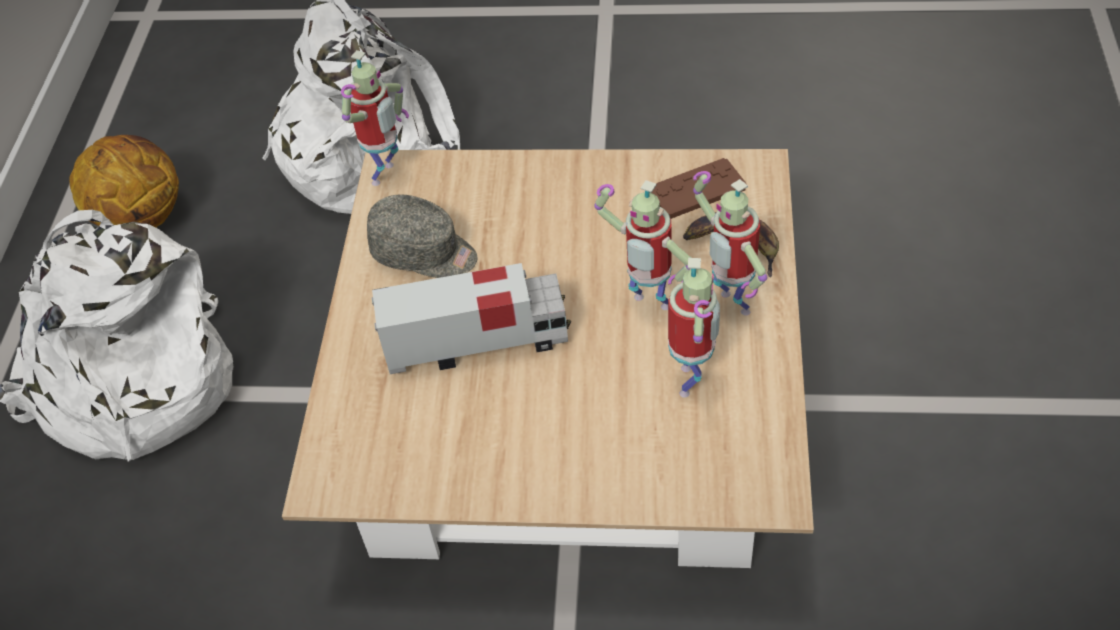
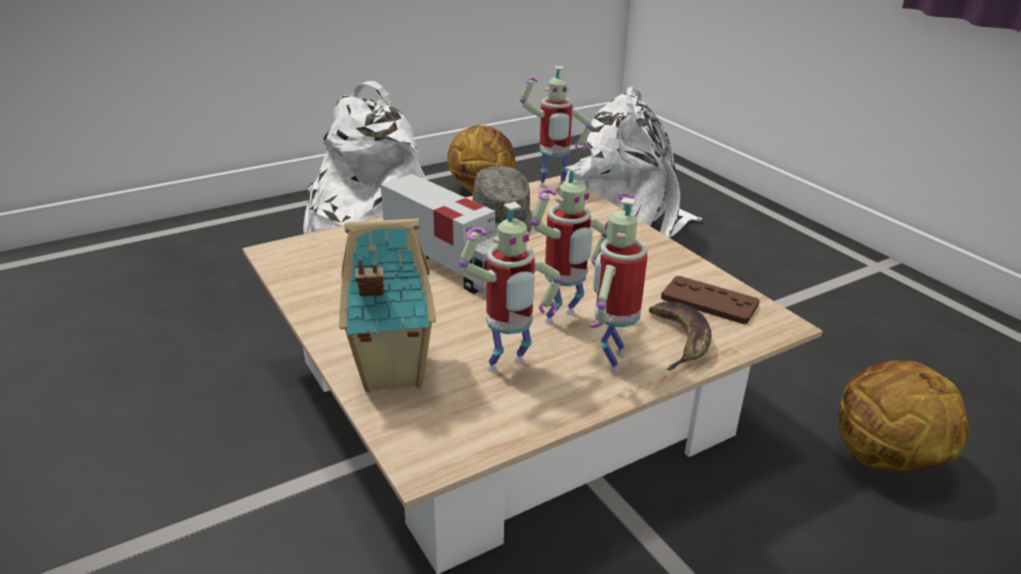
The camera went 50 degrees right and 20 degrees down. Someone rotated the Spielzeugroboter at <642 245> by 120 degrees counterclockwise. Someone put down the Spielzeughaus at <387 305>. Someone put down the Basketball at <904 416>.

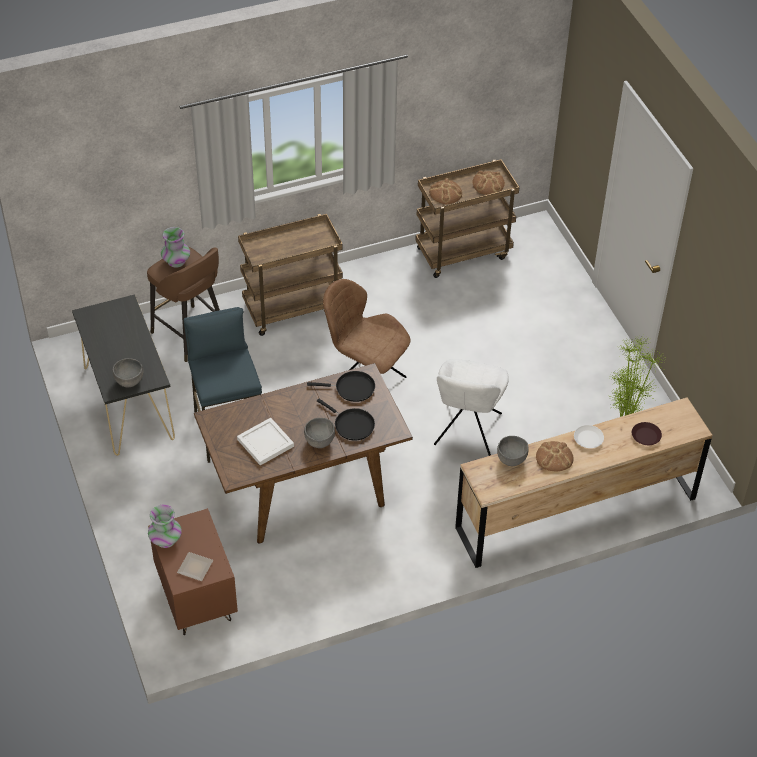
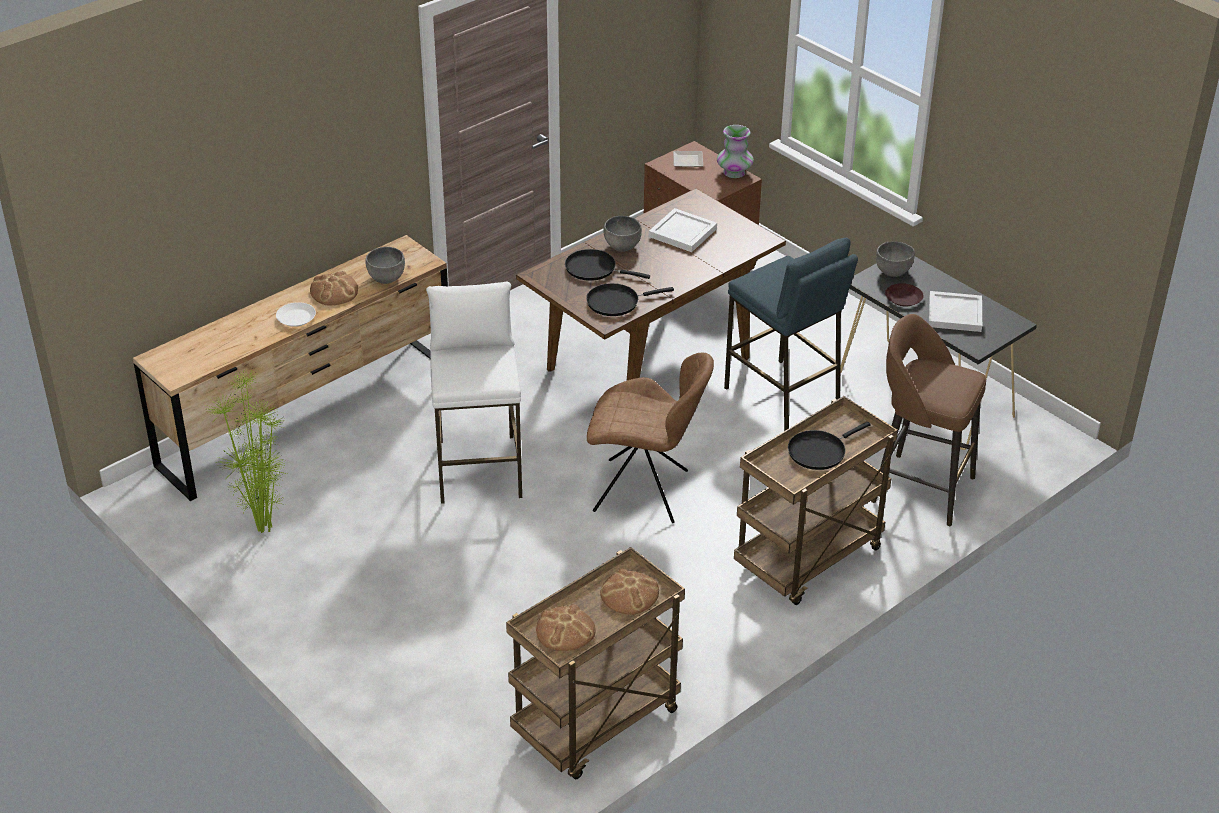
The camera went 160 degrees right and 10 degrees down. Someone took away the Vase at <175 247>. Someone swapped the Stuhl [weiß] at <471 407> for the Hocker [weiß] at <474 393>. Someone carried the Teller [braun] from <647 433> to <904 294>. Someone put down the Tablett [weiß] at <955 311>. Someone put down the Pfanne [schwarz] at <829 446>.

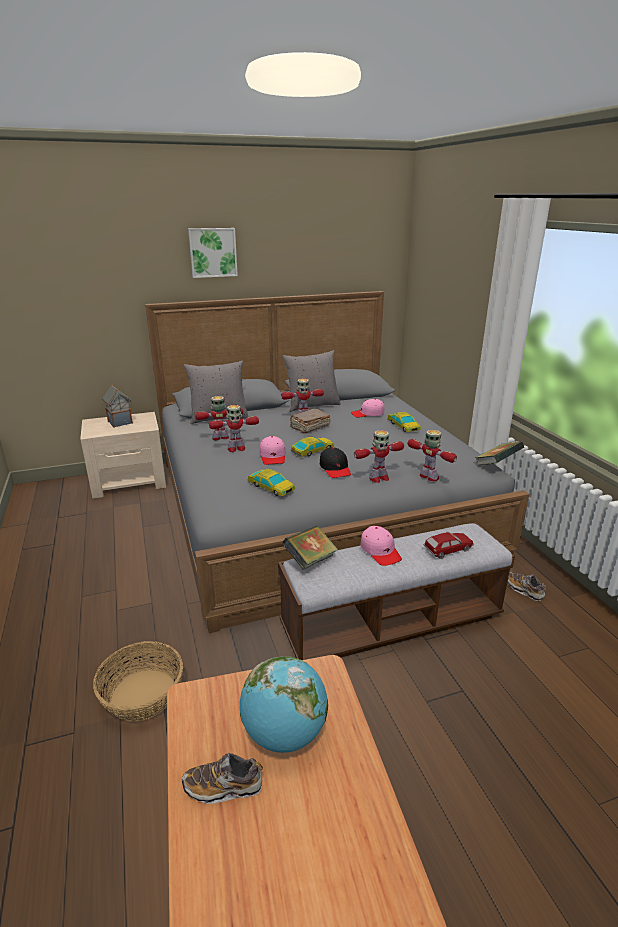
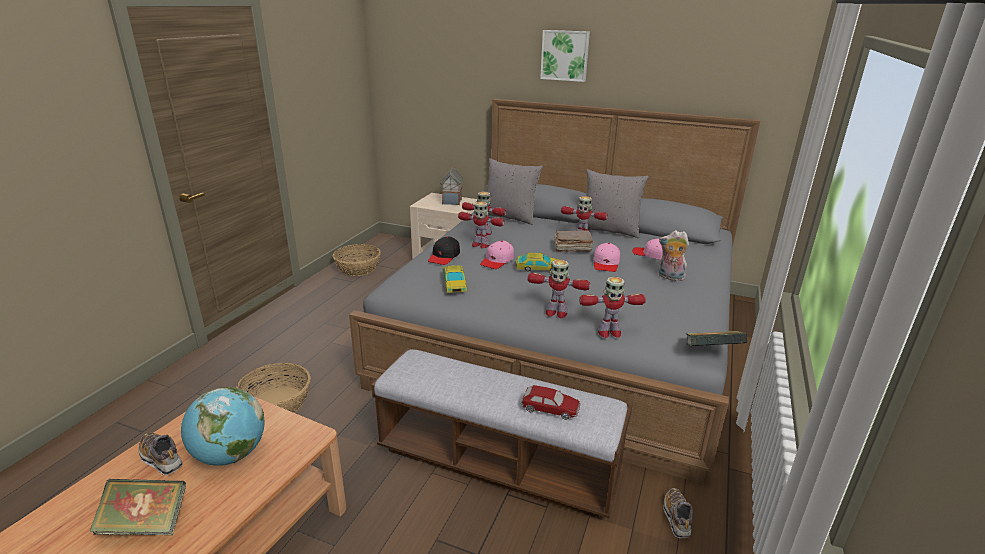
The camera went 40 degrees right and 0 degrees up. Someone swapped the Spielzeugauto at <404 422> for the Plüschtier at <674 255>. Someone rotated the Spielzeugroboter at <432 455> by 90 degrees clockwise. Someone carried the Kappe [schwarz] from <335 462> to <444 250>. Someone carried the Buch from <310 548> to <137 507>. Someone carried the Kappe [rosa] from <381 546> to <606 257>. Someone put down the Korb at <357 260>.

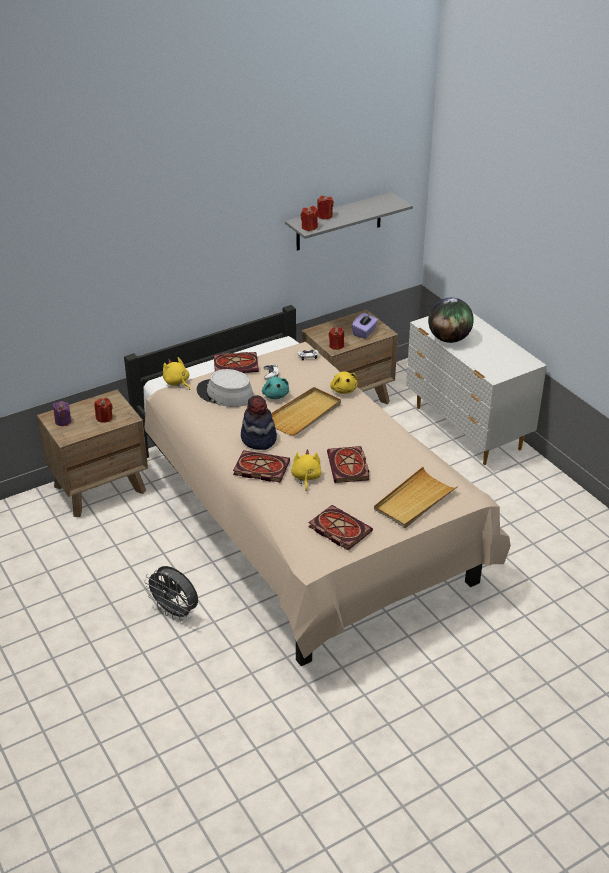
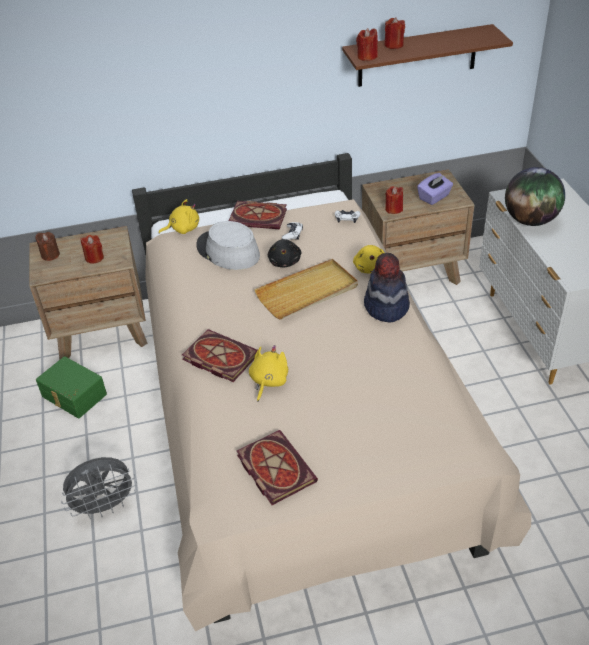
The camera went 20 degrees right and 5 degrees up. Someone repainted the Wandregal [grau] at <349 221>, which became the Wandregal [braun] at <427 55>. Someone rotated the Plüschtier [gelb] at <176 373> by 90 degrees clockwise. Someone repainted the Plüschtier [türkis] at <275 388>, which became the Plüschtier [schwarz] at <284 253>. Someone carried the Hut from <259 422> to <387 288>. Someone repainted the Kerze [lila] at <62 413>, which became the Kerze [braun] at <47 246>. Someone took away the Buch at <348 464>. Someone took away the Tablett [beige] at <416 497>. Someone rotated the Ventilator [grau] at <171 593> by 75 degrees counterclockwise. Someone put down the Aufbewahrungsbox [grün] at <71 387>.

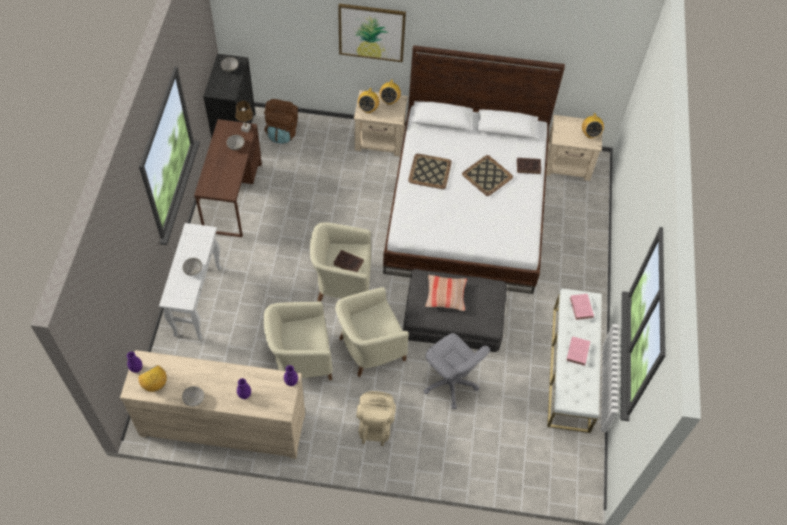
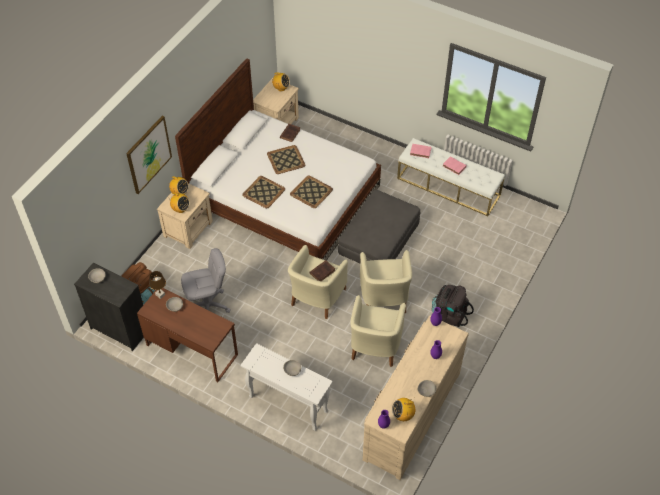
The camera went 65 degrees left and 5 degrees down. Someone took away the Kissen at <446 293>. Someone carried the Bürostuhl [grau] from <457 371> to <206 280>. Someone repainted the Rucksack [beige] at <376 418>, which became the Rucksack [schwarz] at <453 306>. Someone put down the Tablett at <311 191>.

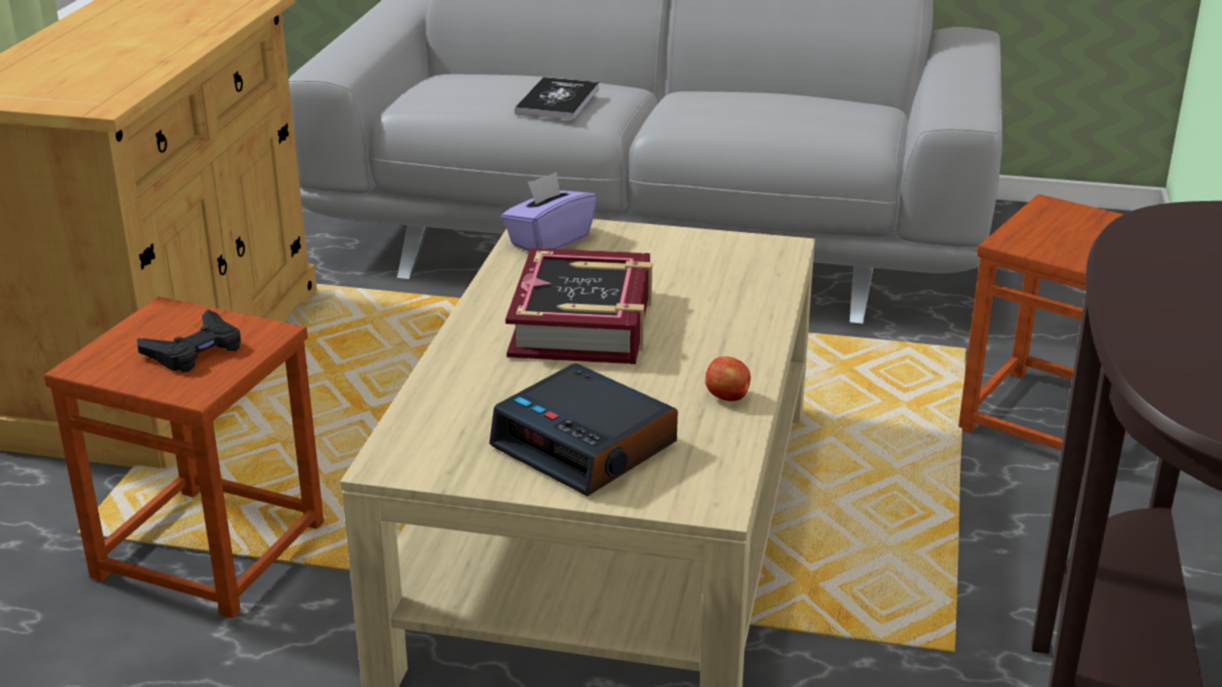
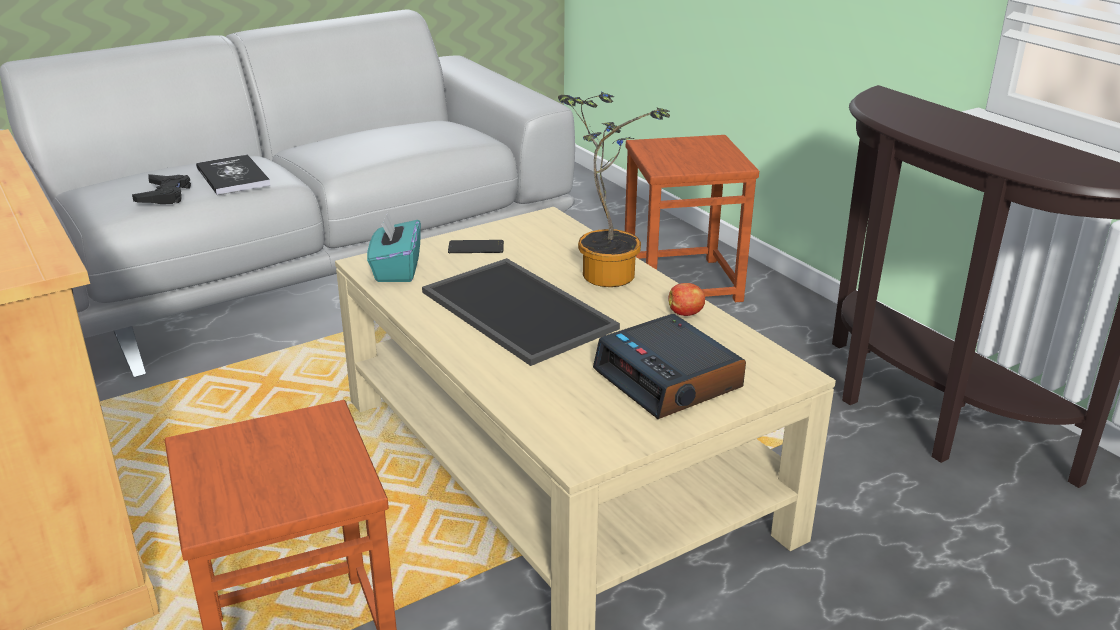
The camera went 45 degrees left and 0 degrees up. Someone repainted the Taschentuchbox [lila] at <549 212>, which became the Taschentuchbox [türkis] at <394 247>. Someone swapped the Buch at <578 306> for the Tablett at <521 312>. Someone carried the Gamepad [schwarz] from <189 341> to <161 189>. Someone rotated the Wecker at <583 429> by 60 degrees clockwise. Someone put down the Topfpflanze at <614 189>. Someone put down the Handy at <476 246>.

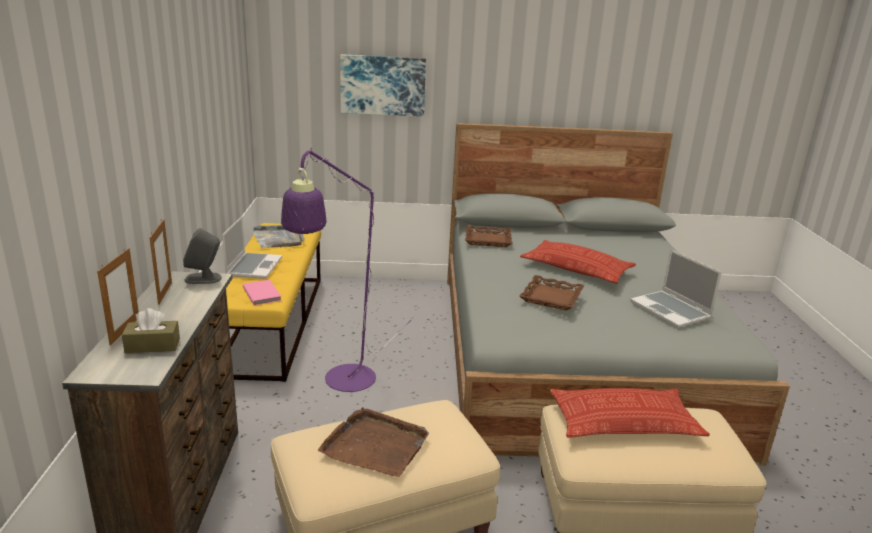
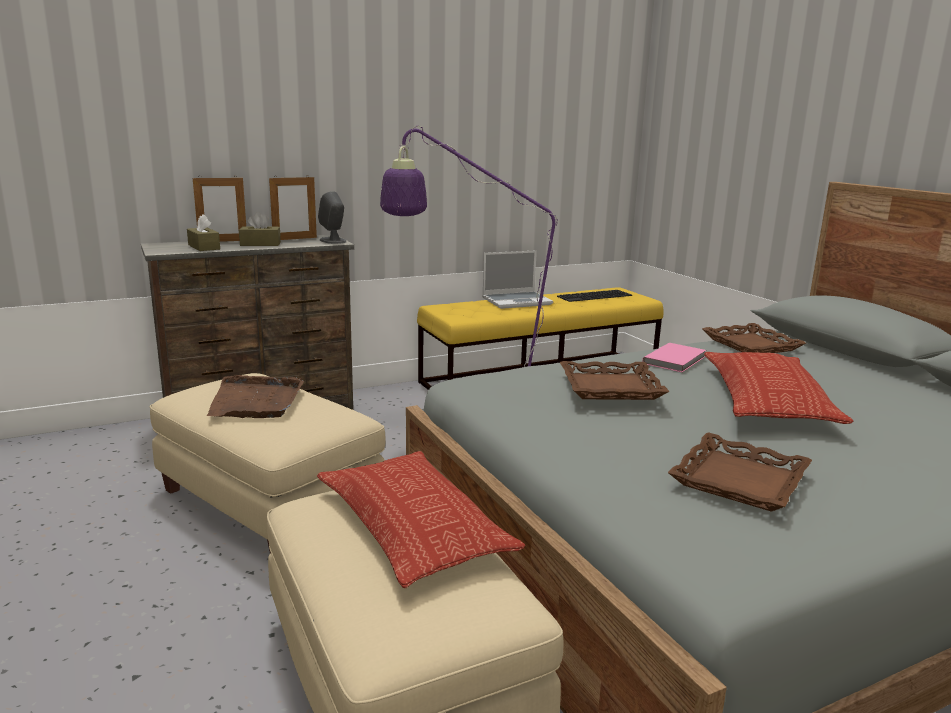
The camera went 65 degrees right and 5 degrees down. Someone took away the Bild at <383 85>. Someone swapped the Tablett [grau] at <278 236> for the Tastatur at <594 296>. Someone swapped the Laptop at <676 288> for the Tablett [braun] at <740 472>. Someone carried the Buch [rosa] from <262 292> to <674 357>. Someone put down the Taschentuchbox [braun] at <260 229>.

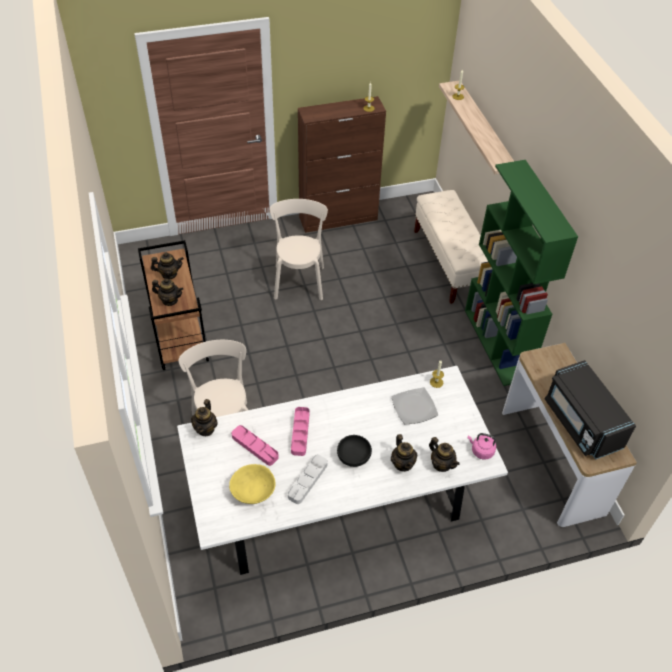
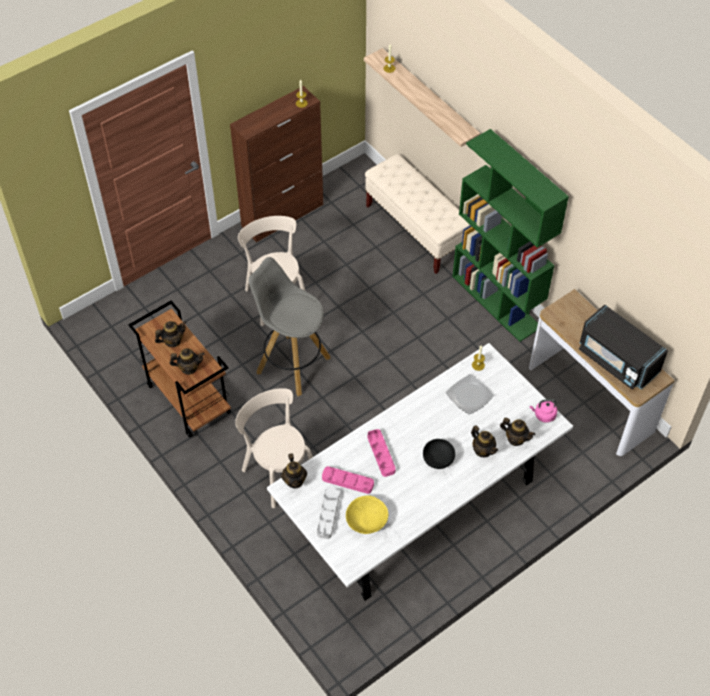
The camera went 20 degrees left and 5 degrees up. Someone carried the Tablett [grau] from <308 479> to <328 513>. Someone put down the Hocker [grau] at <289 326>.

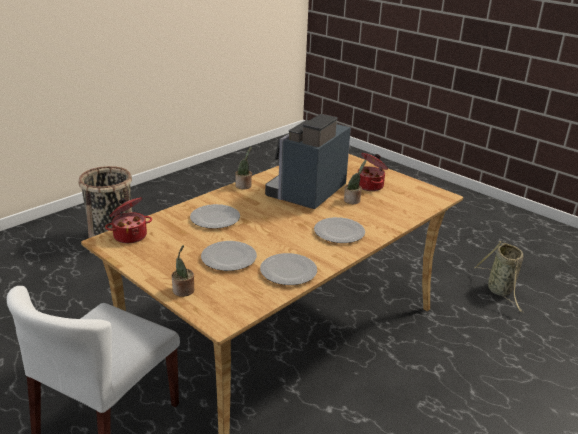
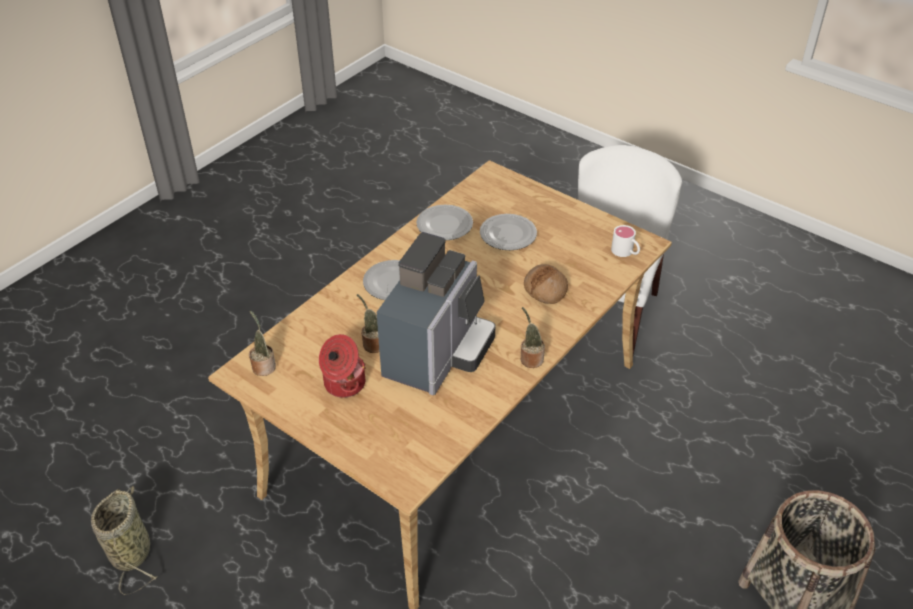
The camera went 175 degrees right and 15 degrees up. Someone swapped the Kochtopf at <128 220> for the Henkelbecher [weiß] at <625 241>. Someone swapped the Teller at <215 216> for the Brot at <546 284>. Someone carried the Topfpflanze from <183 271> to <262 343>.

